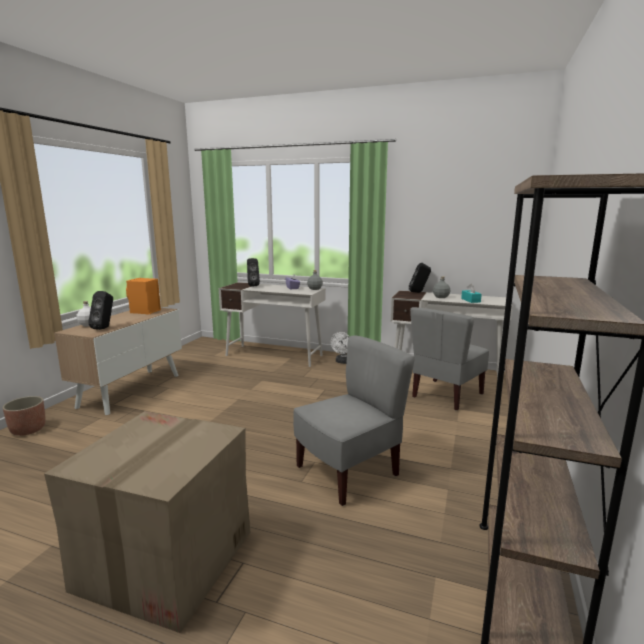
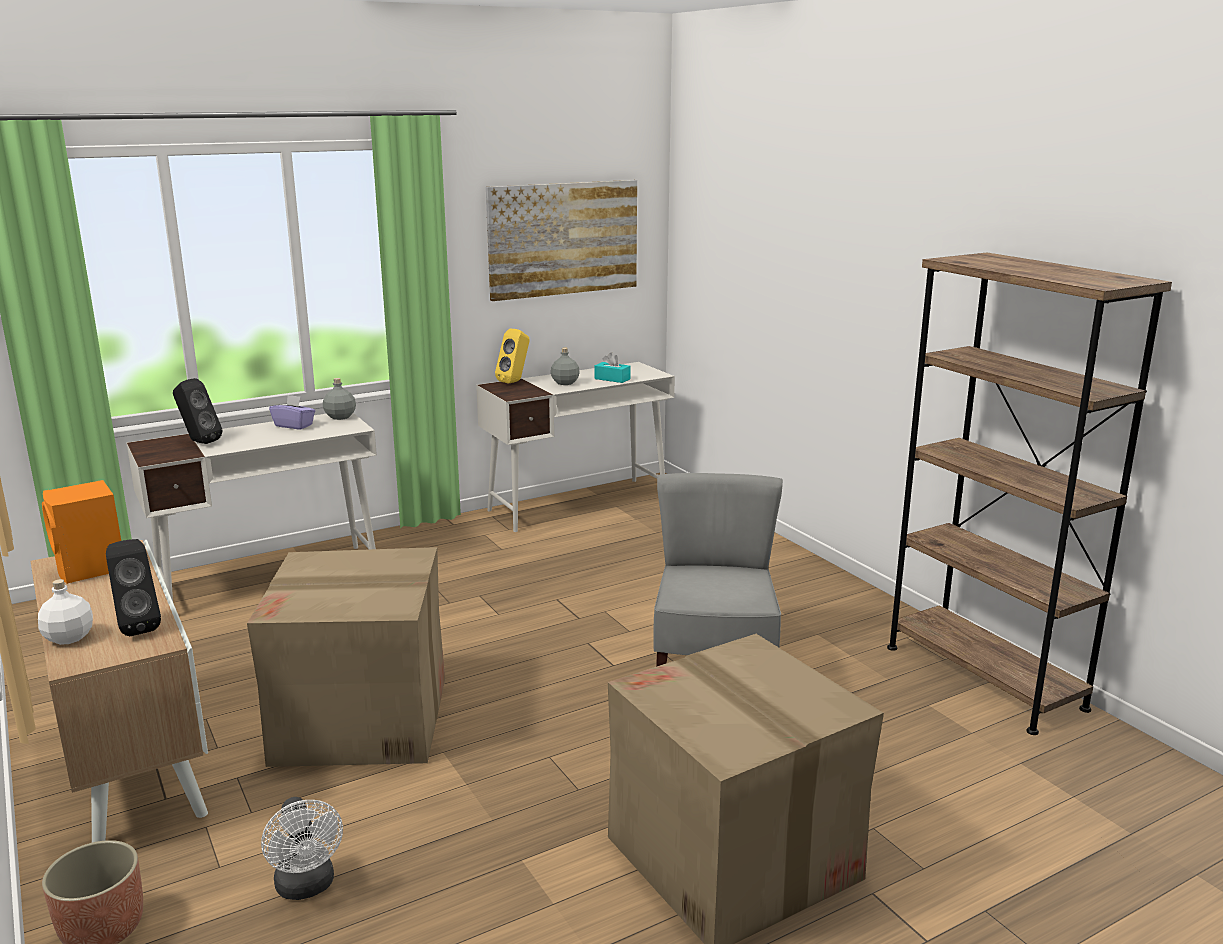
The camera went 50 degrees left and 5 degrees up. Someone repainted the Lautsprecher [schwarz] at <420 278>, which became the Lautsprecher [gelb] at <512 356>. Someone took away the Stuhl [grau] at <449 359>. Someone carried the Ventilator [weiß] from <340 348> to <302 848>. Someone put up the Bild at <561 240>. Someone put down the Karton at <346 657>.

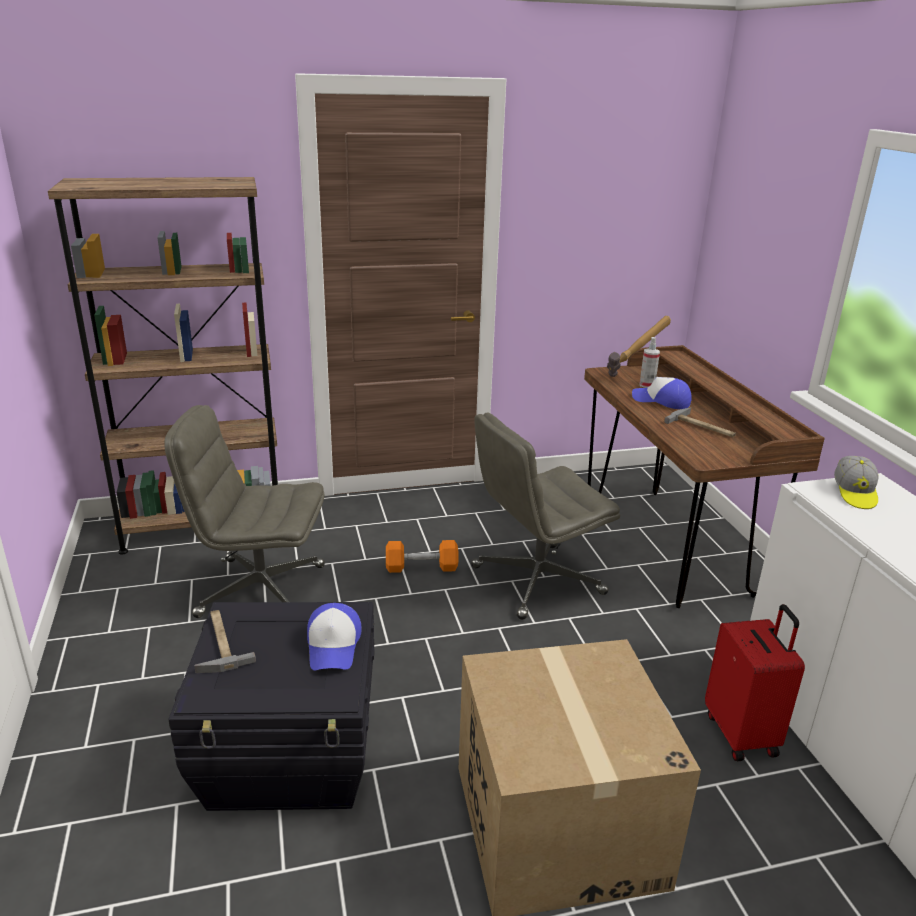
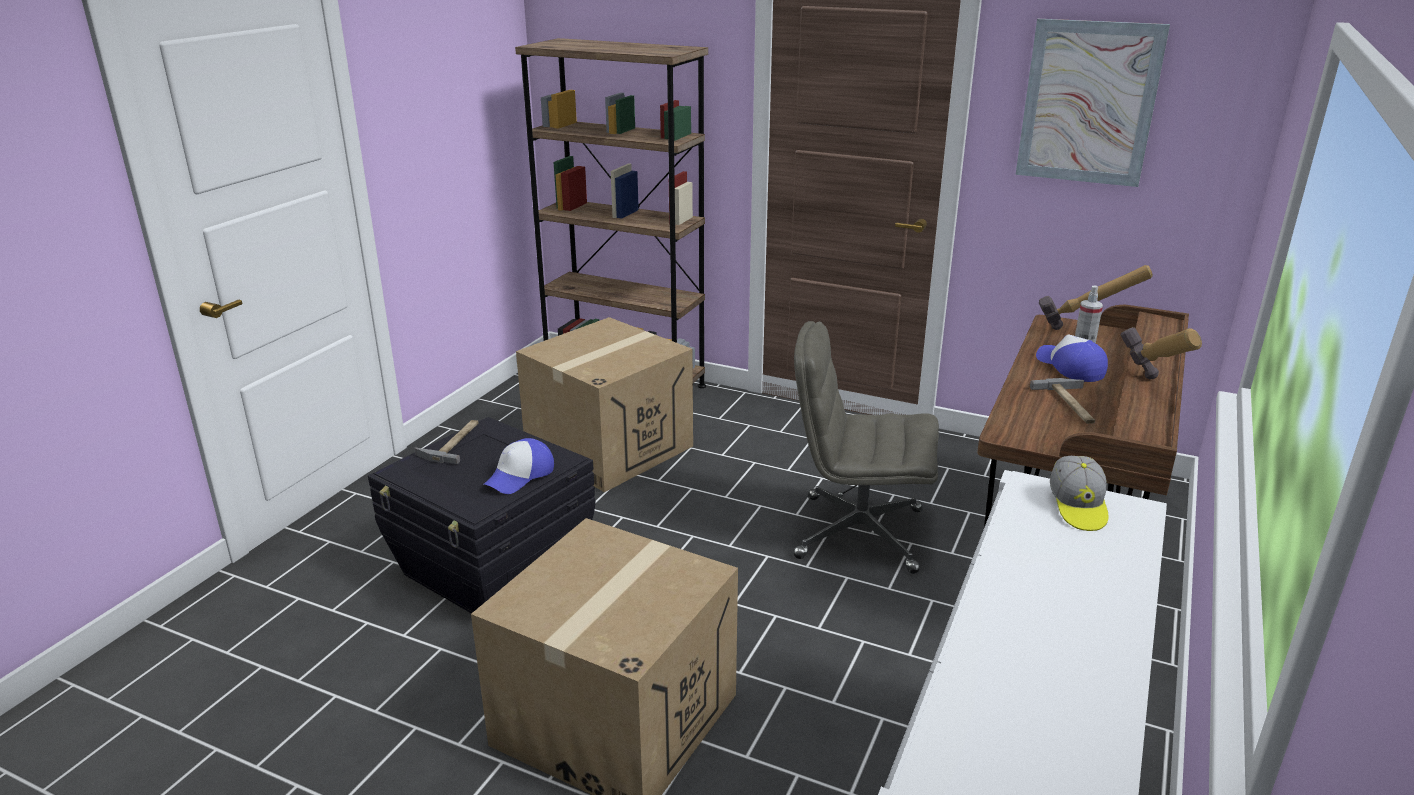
The camera went 40 degrees right and 0 degrees up. Someone swapped the Bürostuhl [grau] at <244 511> for the Karton at <604 404>. Someone rotated the Kappe at <856 482> by 45 degrees counterclockwise. Someone took away the Hantel [orange] at <422 556>. Someone took away the Koffer [rot] at <755 683>. Someone put up the Bild at <1092 103>. Someone put down the Hammer at <1161 353>.

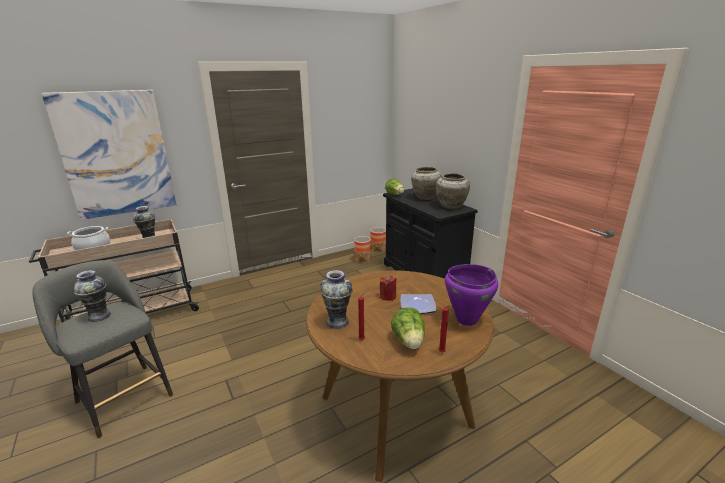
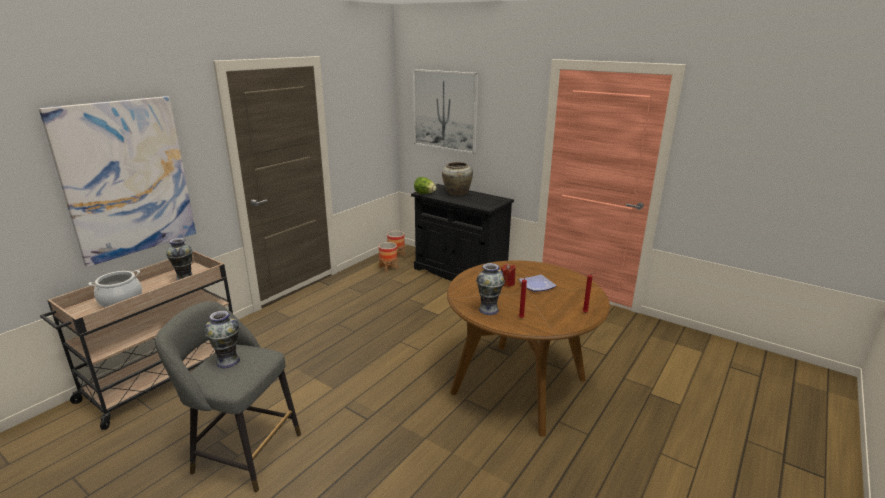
The camera went 25 degrees left and 0 degrees up. Someone took away the Vase [beige] at <453 191>. Someone took away the Kochtopf [lila] at <471 295>. Someone took away the Salatkopf at <408 328>. Someone put up the Bild at <446 111>.

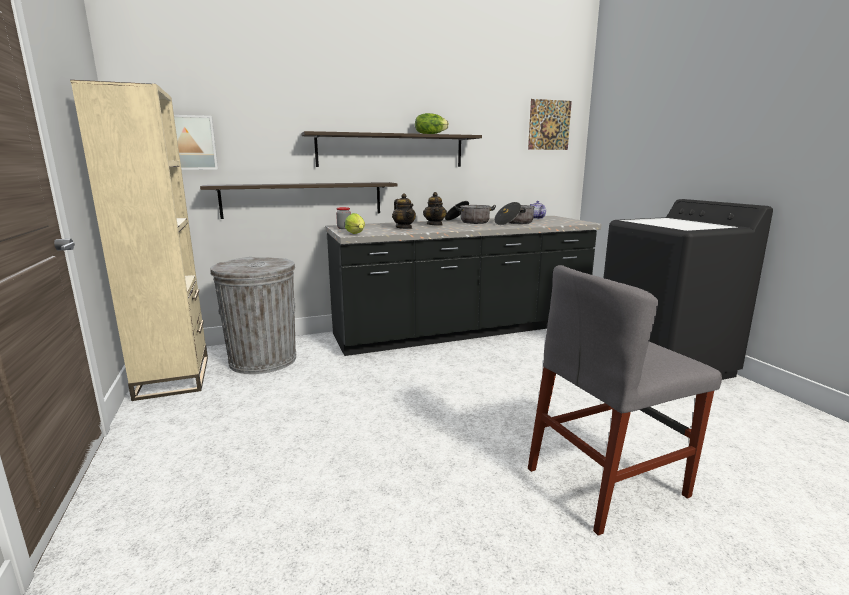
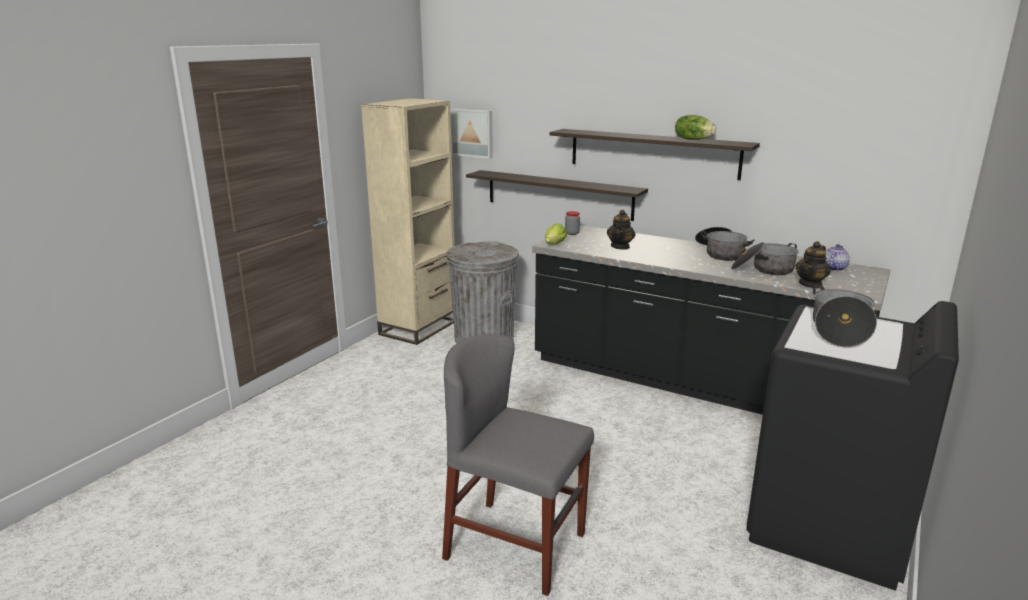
The camera went 50 degrees right and 5 degrees up. Someone took away the Bild at <550 124>. Someone carried the Teekanne from <435 209> to <813 264>. Someone put down the Kochtopf at <845 316>.

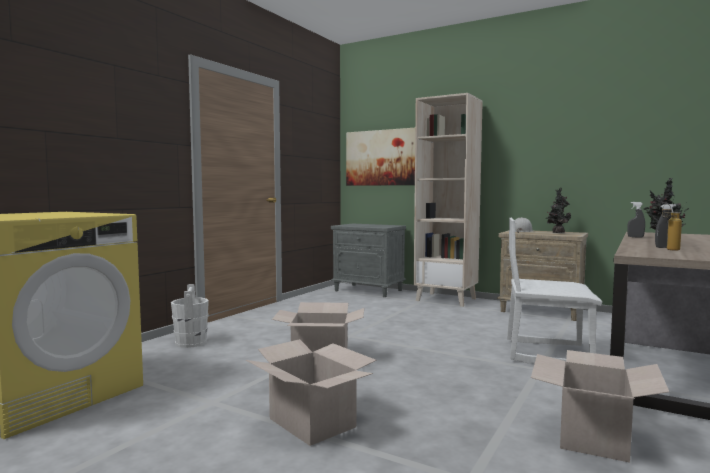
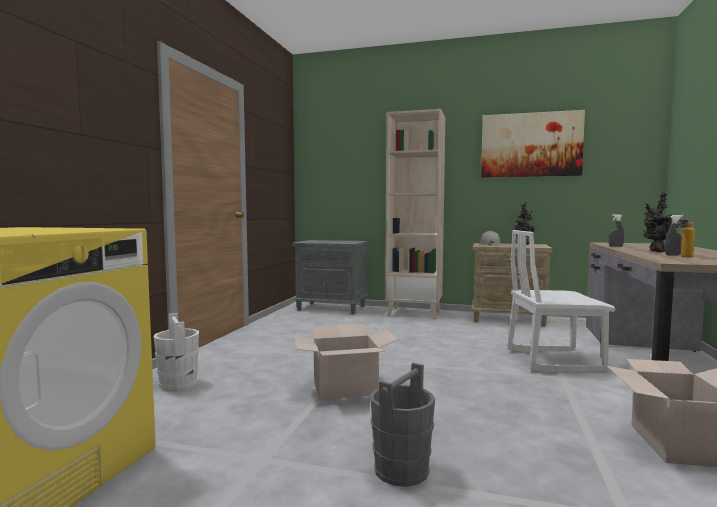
The camera went 15 degrees left and 0 degrees up. Someone carried the Bild from <380 157> to <533 144>. Someone swapped the Karton at <311 392> for the Eimer [grau] at <402 425>.

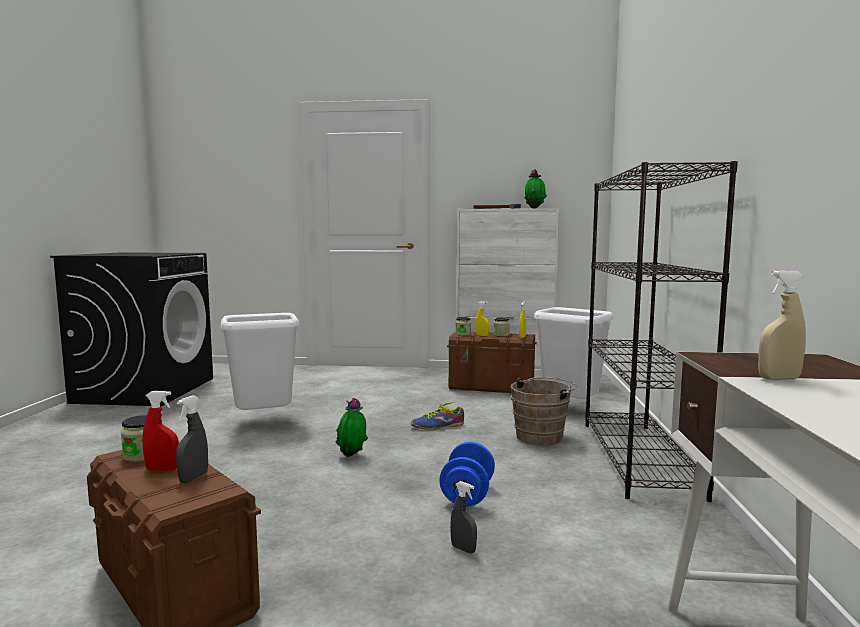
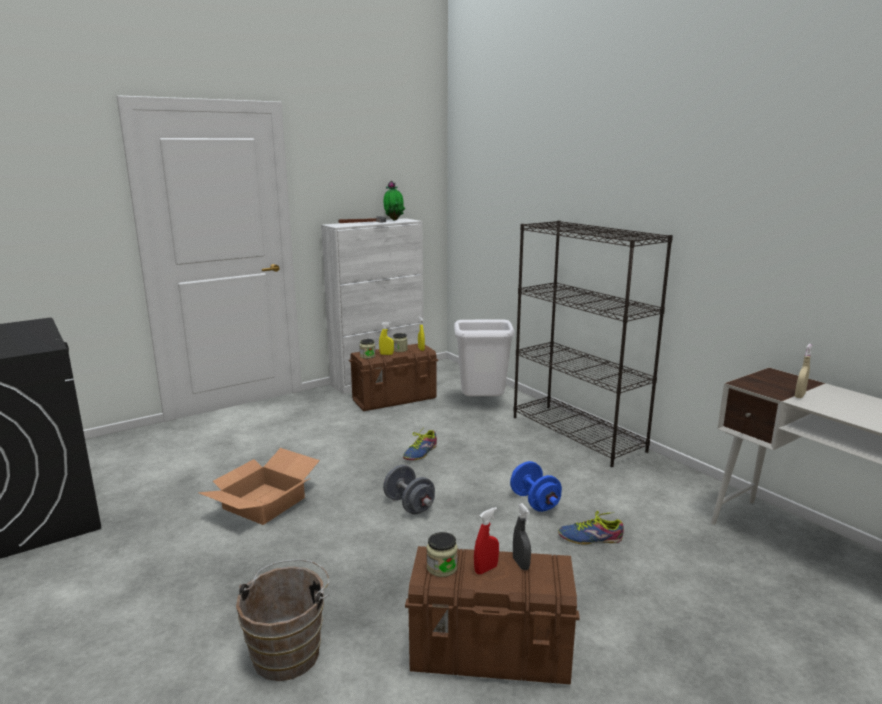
The camera went 40 degrees left and 10 degrees up. Someone swapped the Mülleimer [weiß] at <259 361> for the Karton at <259 486>. Someone carried the Eimer [braun] from <543 411> to <282 620>. Someone swapped the Topfpflanze at <352 427> for the Hantel [grau] at <409 490>. Someone swapped the Sprühflasche [grau] at <463 517> for the Schuh at <591 528>.

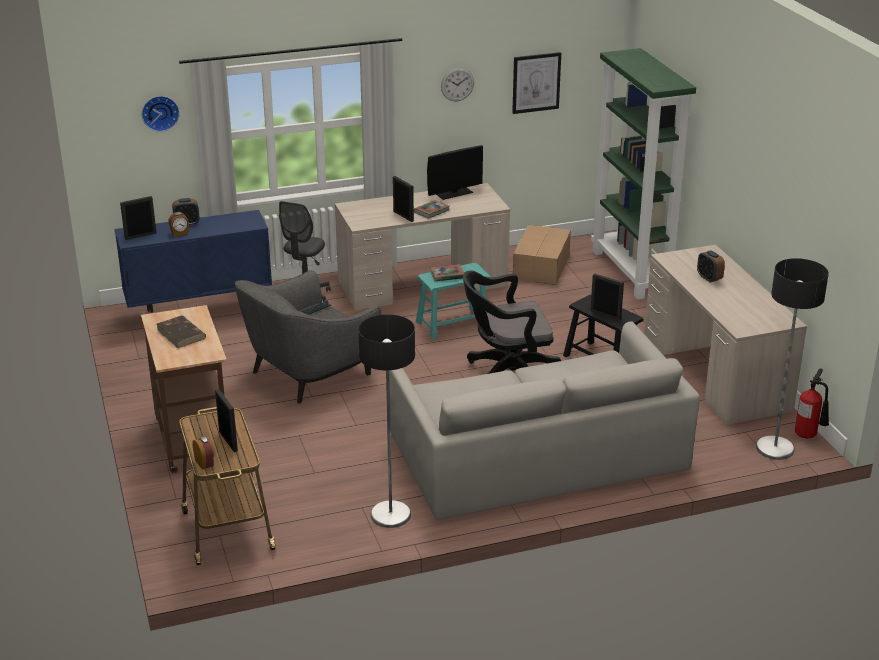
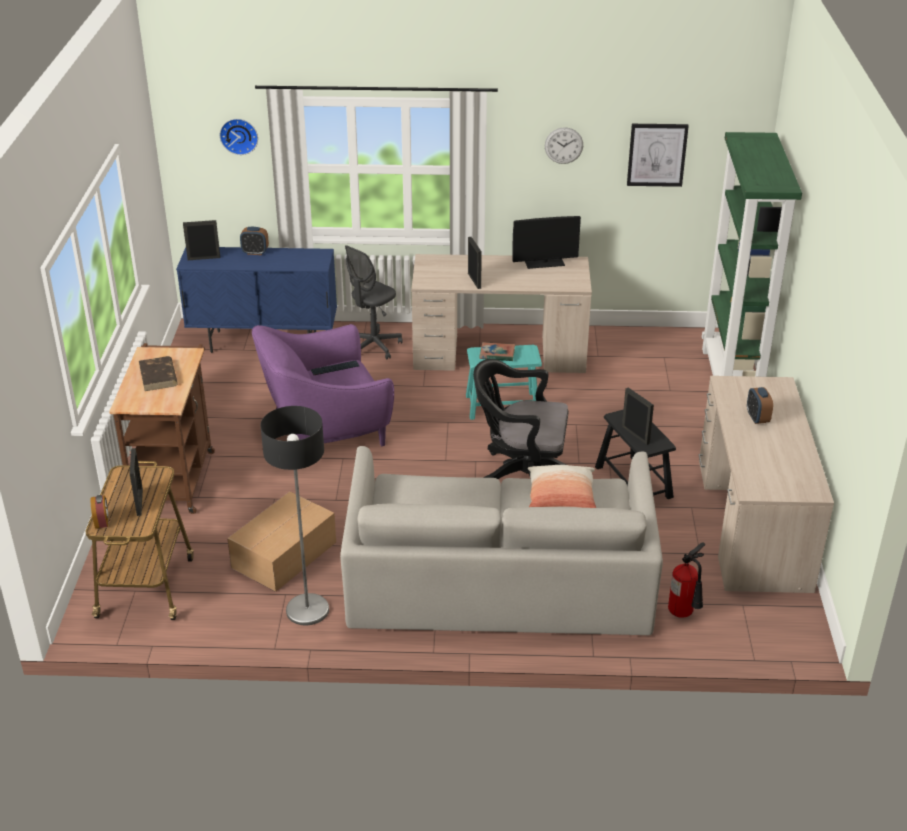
The camera went 20 degrees right and 5 degrees up. Someone took away the Buch at <432 209>. Someone took away the Wecker at <178 224>. Someone carried the Karton from <542 255> to <281 542>. Someone took away the Stehlampe at <792 359>. Someone repainted the Sessel [grau] at <308 337>, which became the Sessel [lila] at <323 385>. Someone carried the Feuerlöscher from <812 403> to <686 580>. Someone put down the Kissen at <562 486>.

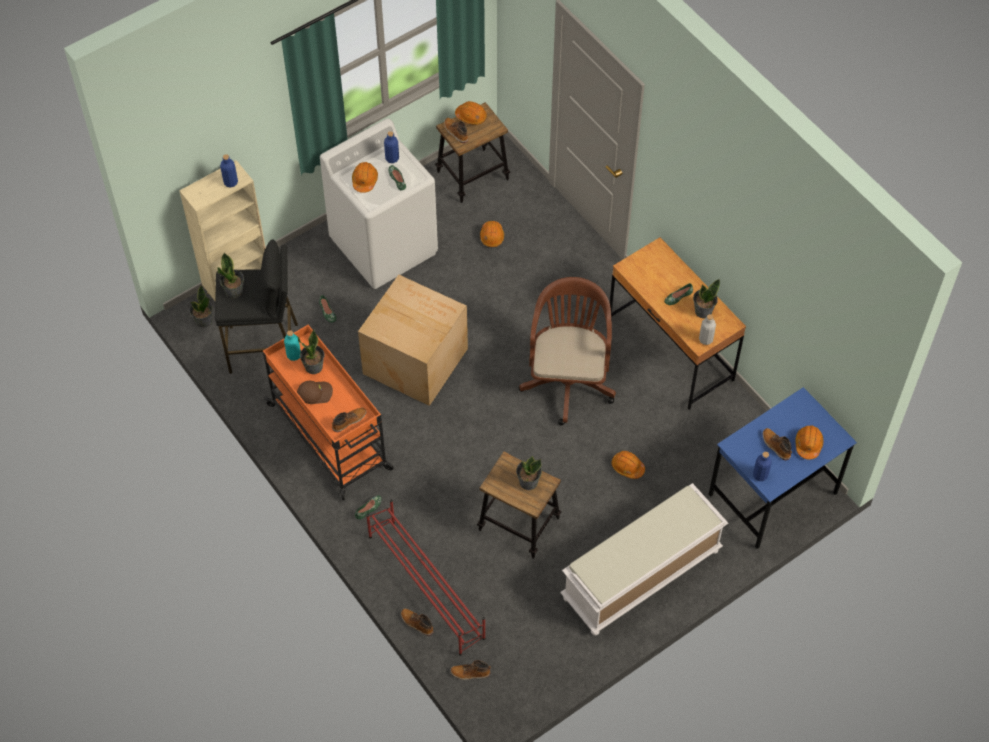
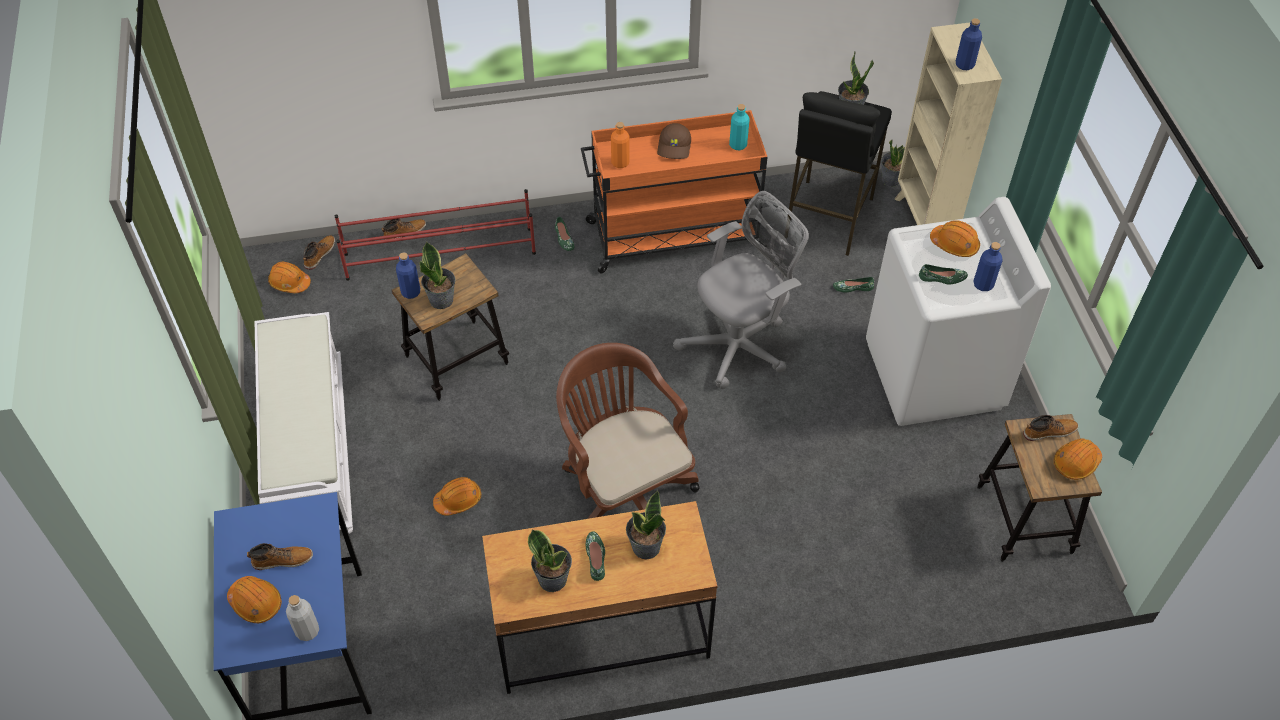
The camera went 115 degrees right and 5 degrees down. Someone carried the Schutzhelm [orange] from <492 234> to <289 277>. Someone swapped the Karton at <413 340> for the Bürostuhl [grau] at <741 290>. Someone rotated the Bürostuhl [braun] at <567 351> by 150 degrees counterclockwise. Someone carried the Flasche [grau] from <707 329> to <302 618>. Someone carried the Topfpflanze from <311 351> to <646 525>. Someone swapped the Stiefel at <349 420> for the Flasche [orange] at <620 145>. Someone carried the Flasche [blau] from <762 466> to <408 275>.

